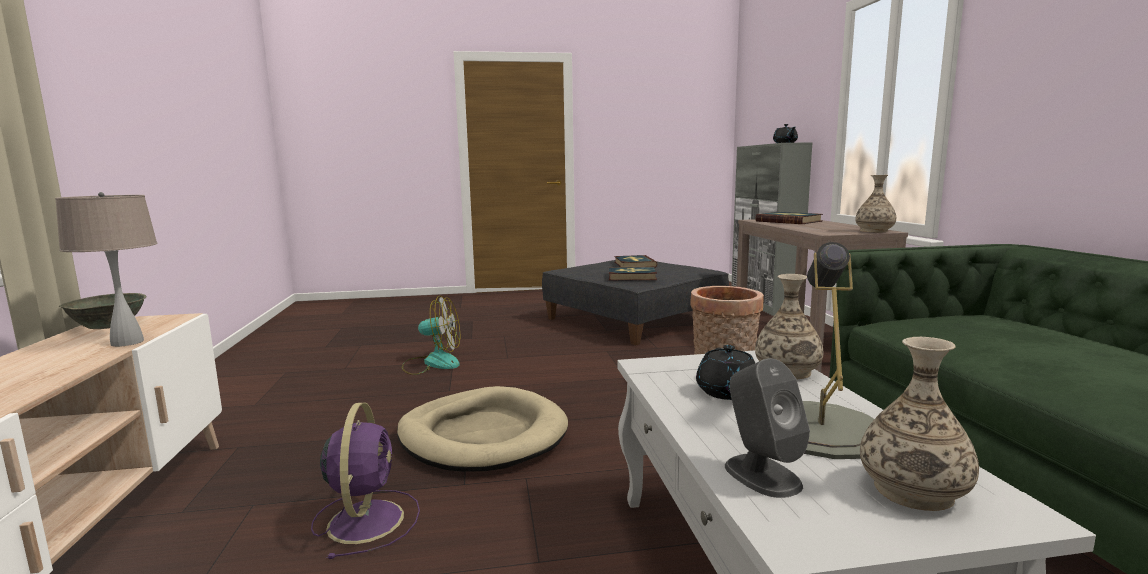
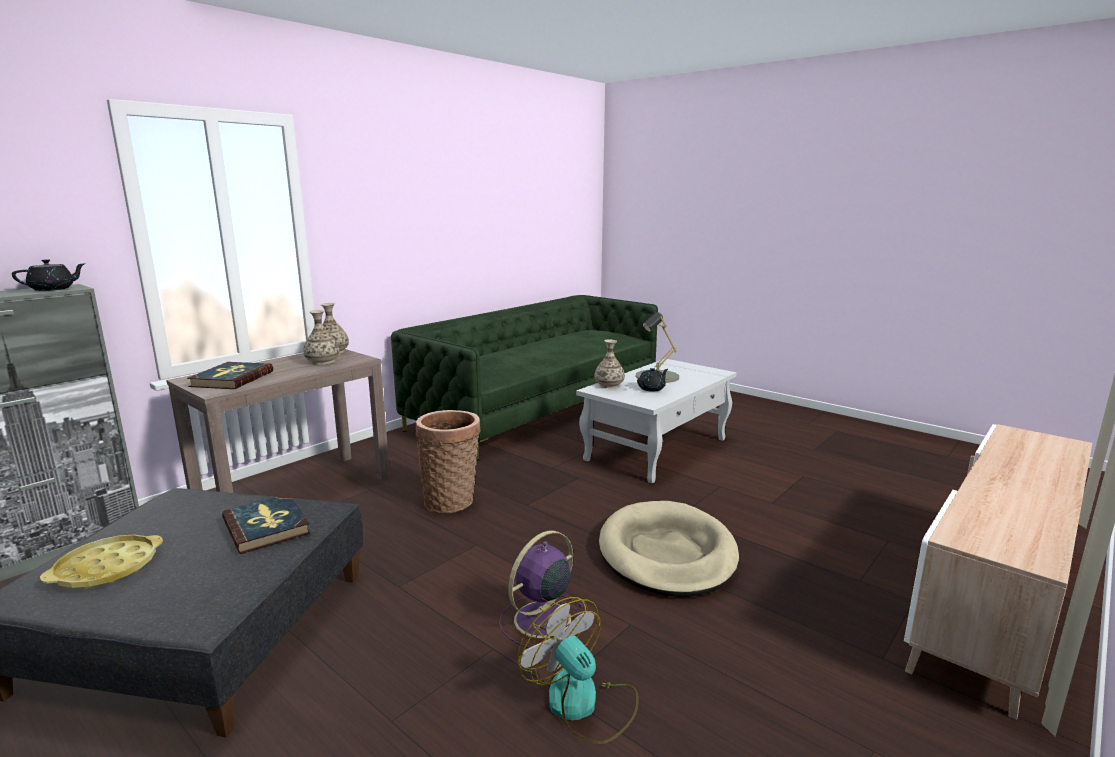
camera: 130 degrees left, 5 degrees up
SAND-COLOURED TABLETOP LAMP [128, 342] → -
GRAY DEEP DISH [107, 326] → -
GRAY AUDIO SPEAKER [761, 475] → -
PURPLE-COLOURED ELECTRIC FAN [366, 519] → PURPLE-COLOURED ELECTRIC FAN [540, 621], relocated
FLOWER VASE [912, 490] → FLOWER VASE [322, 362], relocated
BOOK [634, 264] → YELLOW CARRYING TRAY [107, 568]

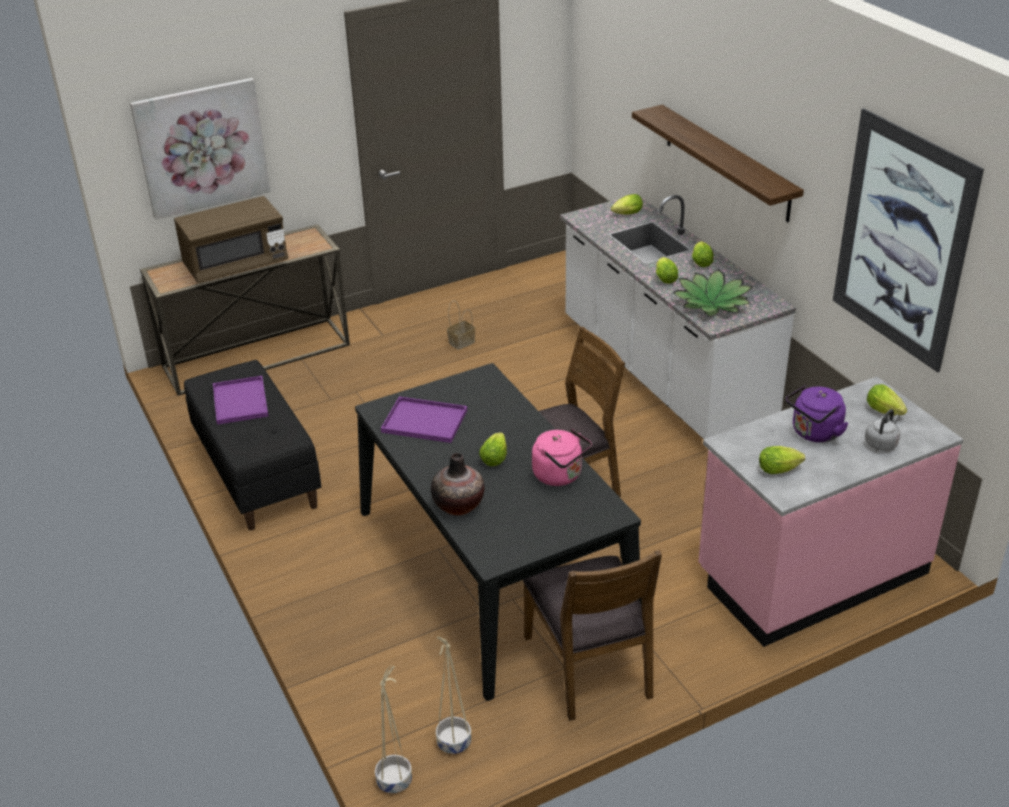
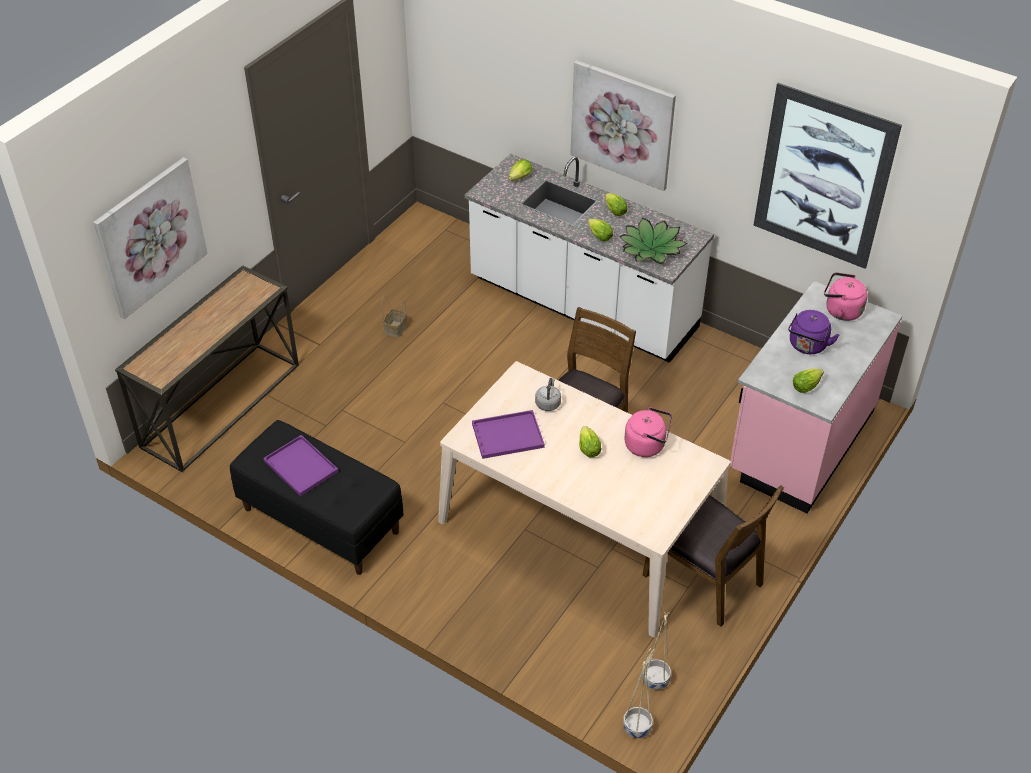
camera: 30 degrees left, 10 degrees up
BROWN-COLOURED MICROWAVE [236, 265] → -
FLOWER VASE [459, 505] → -
GRAY KETTLE [881, 443] → GRAY KETTLE [548, 403], relocated
WALL SHELF [726, 162] → WALL ART [622, 124]
HEAD OF LETTUCE [886, 412] → PINK-COLOURED KETTLE [840, 310]
BLACK DINING TABLE [493, 569] → SAND-COLOURED DINING TABLE [579, 530]

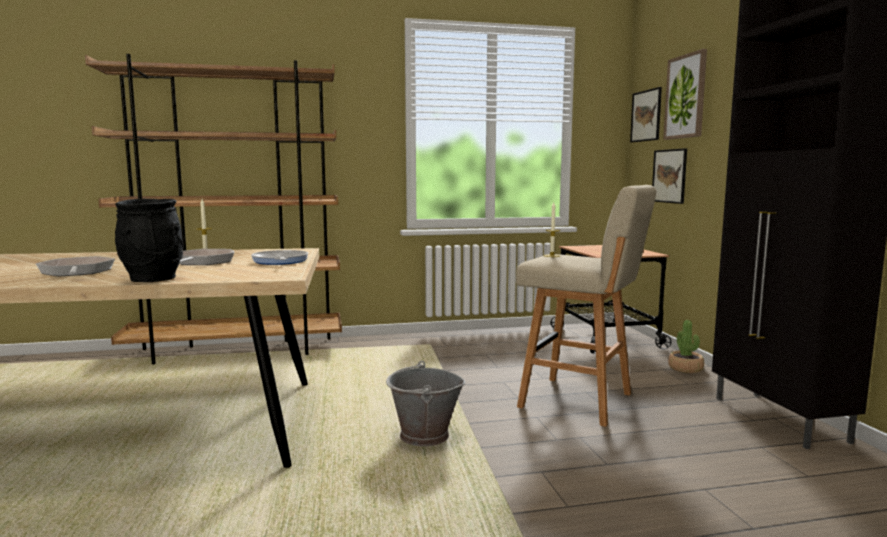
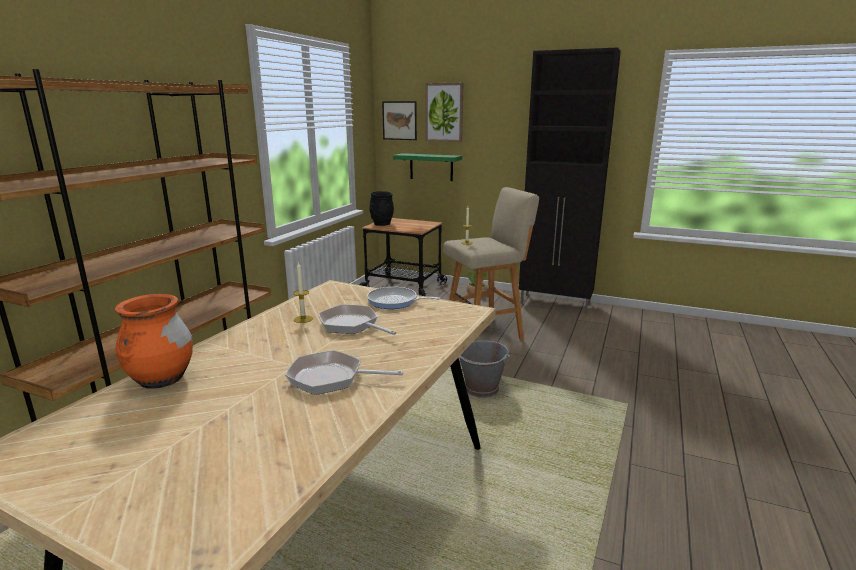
camera: 55 degrees left, 10 degrees up
- → ORANGE-COLOURED FLOWER VASE [162, 380]
BLACK FLOWER VASE [152, 279] → BLACK FLOWER VASE [381, 224], relocated
WALL ART [669, 176] → GREEN WALL SHELF [431, 167]

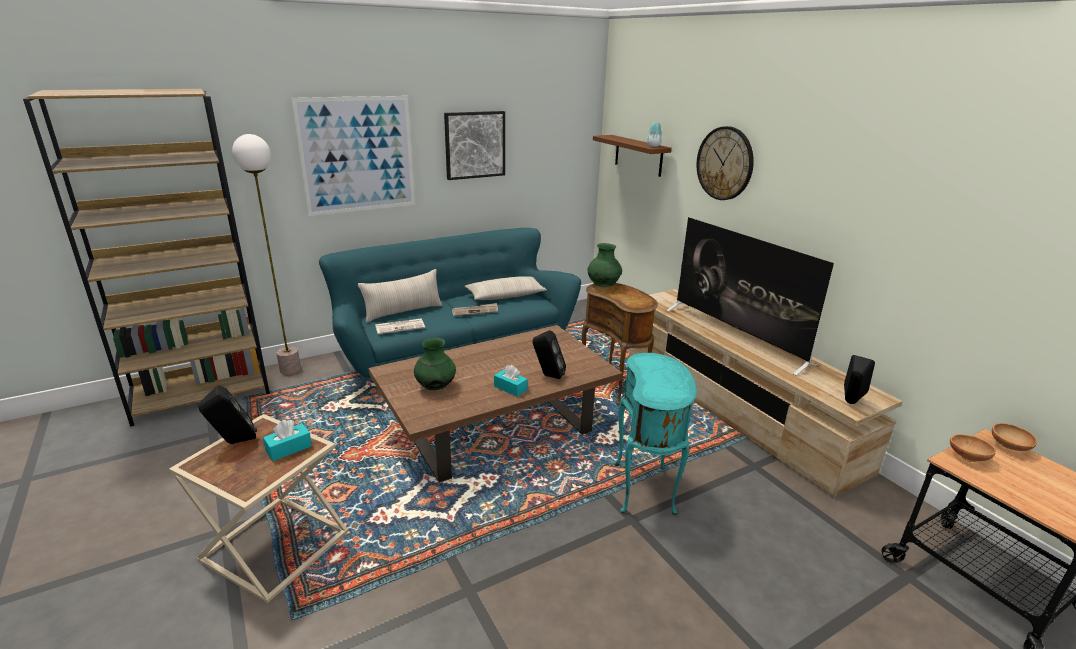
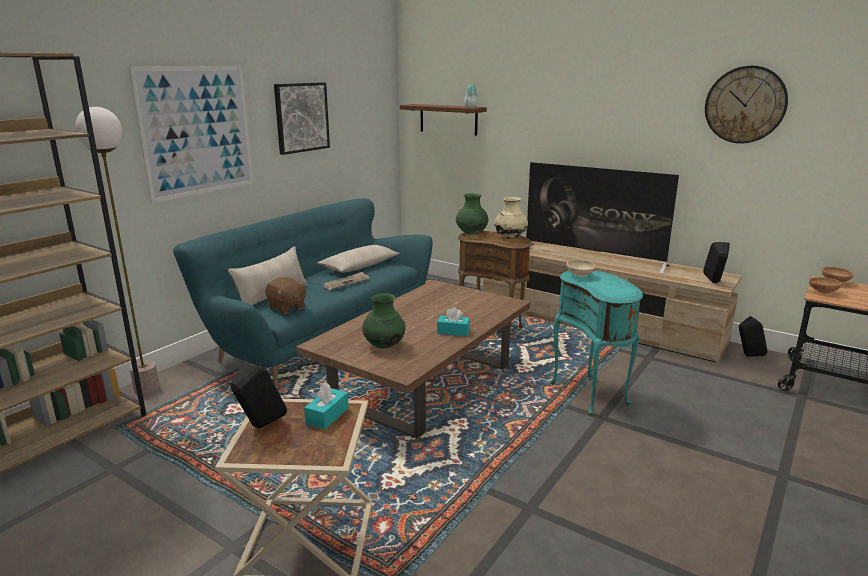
camera: 25 degrees left, 5 degrees down
- → SAND-COLOURED FLOWER VASE [510, 238]
- → SAND-COLOURED DEEP DISH [580, 276]
BLACK AUDIO SPEAKER [548, 376] → BLACK AUDIO SPEAKER [748, 356], relocated
CLOCK ON THE WALL [725, 163] → CLOCK ON THE WALL [745, 105], relocated
NEWSPAPER [400, 326] → BROWN-COLOURED CUDDLY TOY [287, 307]

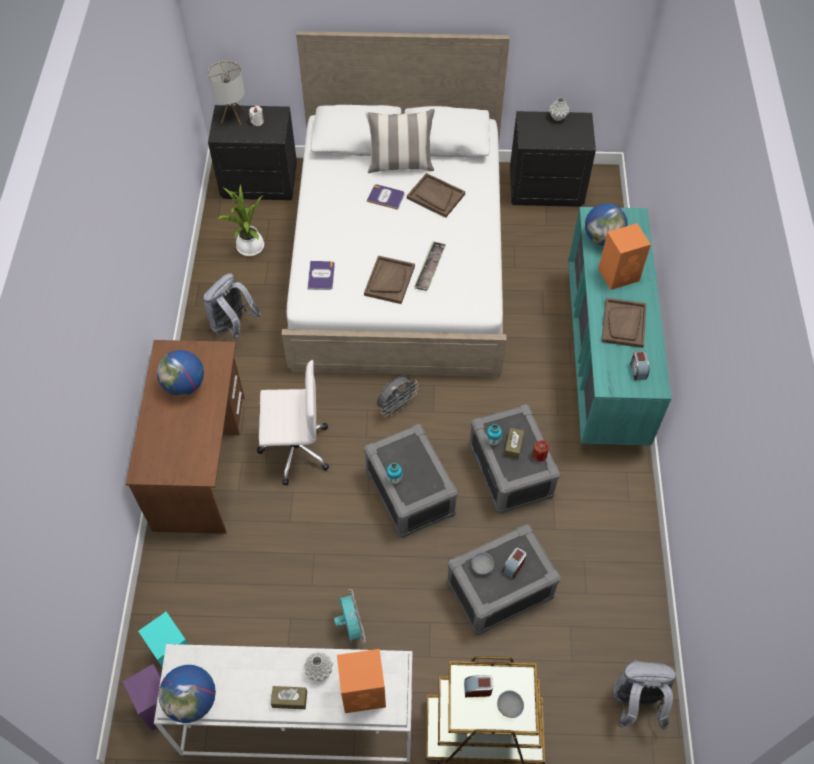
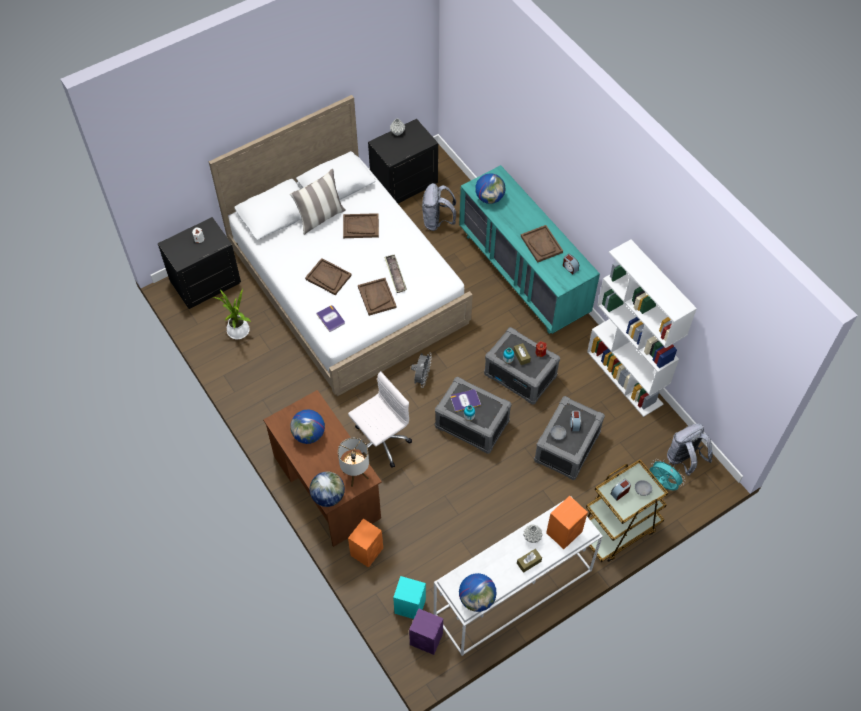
camera: 35 degrees left, 0 degrees up
- → BROWN-COLOURED CARRYING TRAY [328, 277]
- → WORLD GLOBE [328, 496]
- → WHITE-COLOURED SHELVING UNIT [625, 378]
GRAY BACKPACK [233, 326] → GRAY BACKPACK [437, 222], relocated
TABLETOP LAMP [233, 116] → TABLETOP LAMP [356, 475], relocated
TURQUOISE-COLOURED ELECTRIC FAN [351, 626] → TURQUOISE-COLOURED ELECTRIC FAN [662, 484], relocated
BOOK [386, 197] → BOOK [465, 400], relocated
ORANGE-COLOURED AUDIO SPEAKER [619, 274] → ORANGE-COLOURED AUDIO SPEAKER [367, 551], relocated

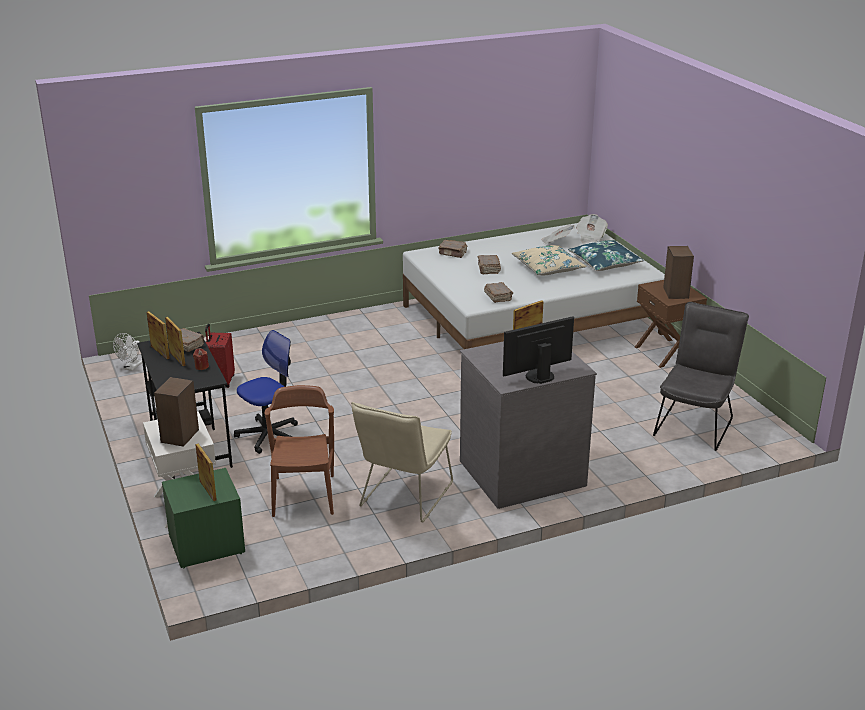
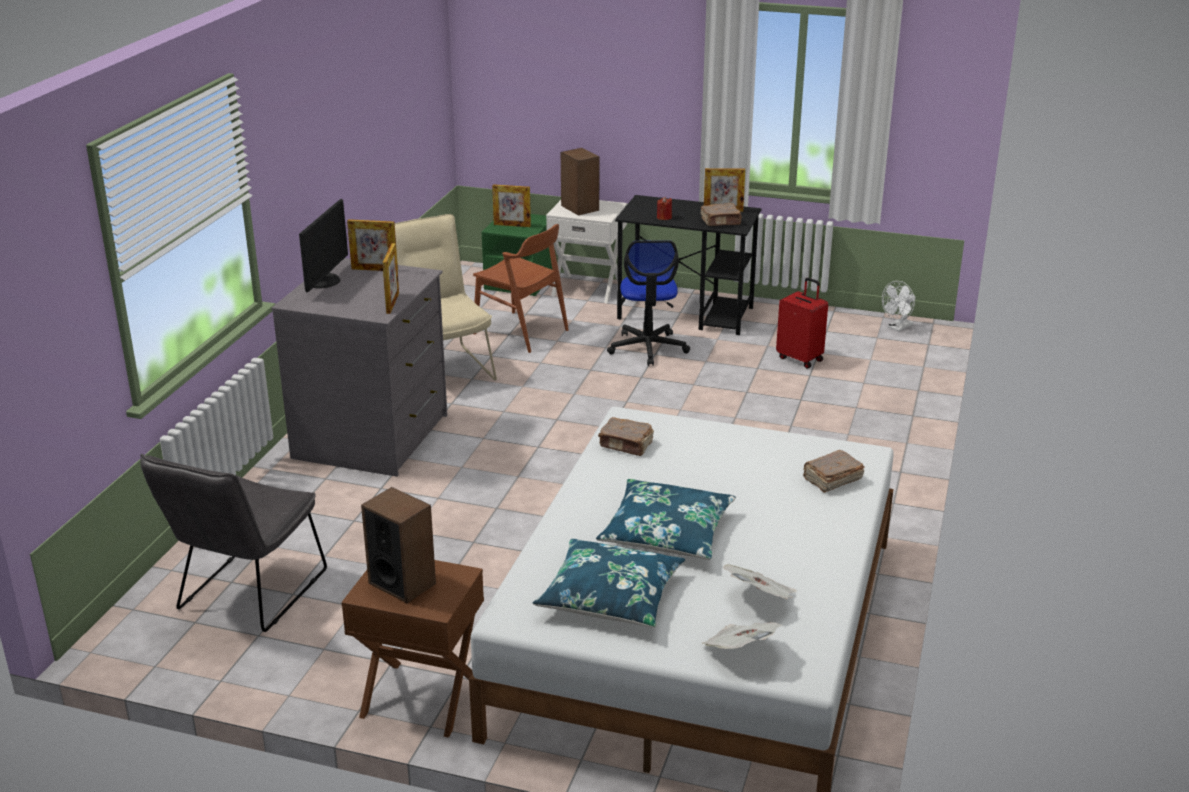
camera: 130 degrees right, 0 degrees up
BROWN-COLOURED BOOK [488, 269] → -
STANDING FRAME [177, 358] → STANDING FRAME [374, 269], relocated
SAND-COLOURED THROW PILLOW [548, 268] → BLUISH THROW PILLOW [666, 532]
WHITE-COLOURED ELECTRIC FAN [131, 367] → WHITE-COLOURED ELECTRIC FAN [898, 327], 105 degrees counterclockwise
GRAY UPRIGHT CHAIR [695, 424] → GRAY UPRIGHT CHAIR [246, 595], 45 degrees clockwise

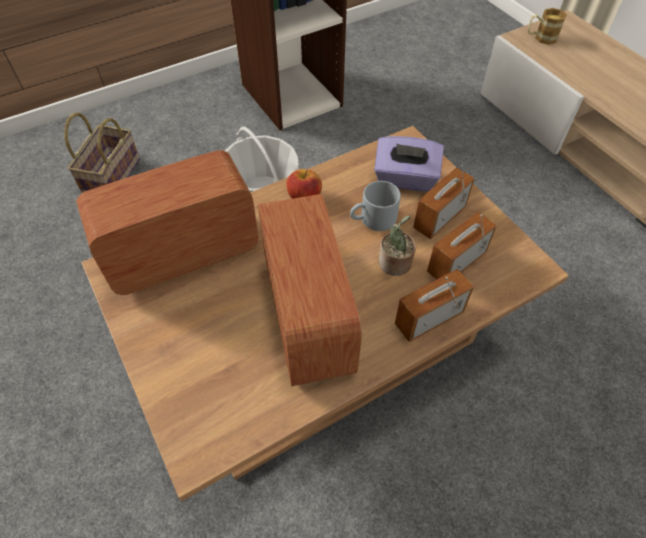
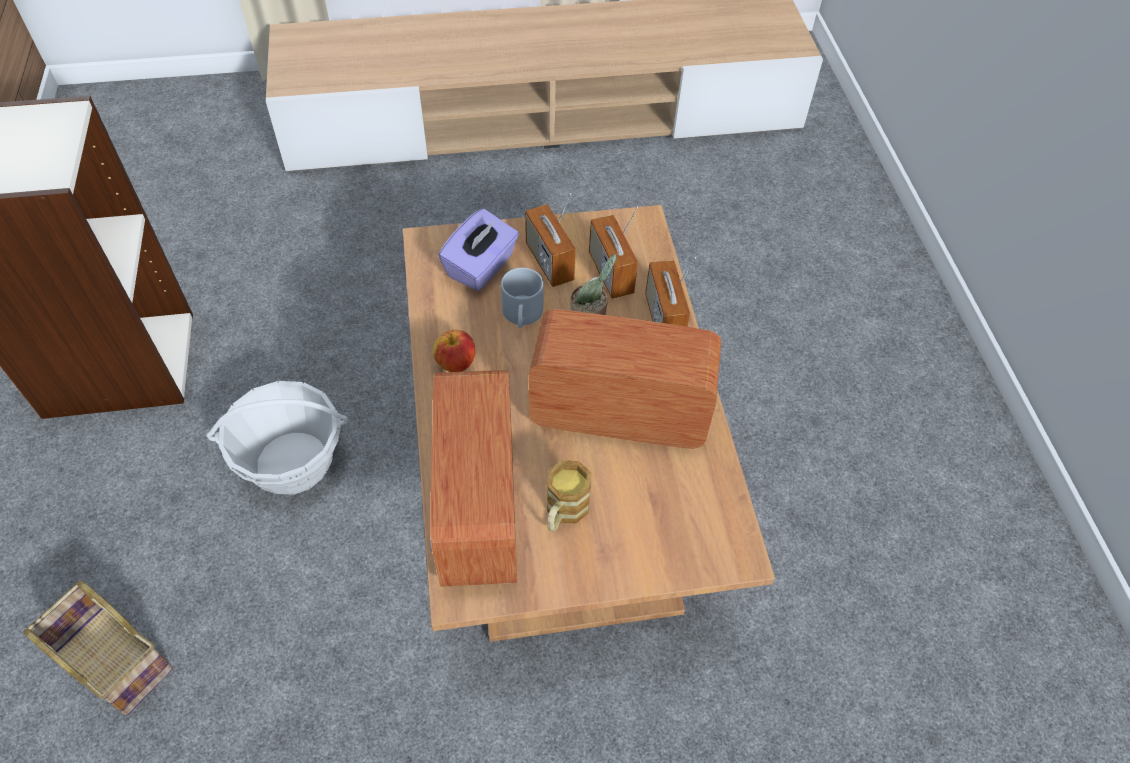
camera: 70 degrees left, 0 degrees up
MUG [541, 38] → MUG [563, 512], relocated

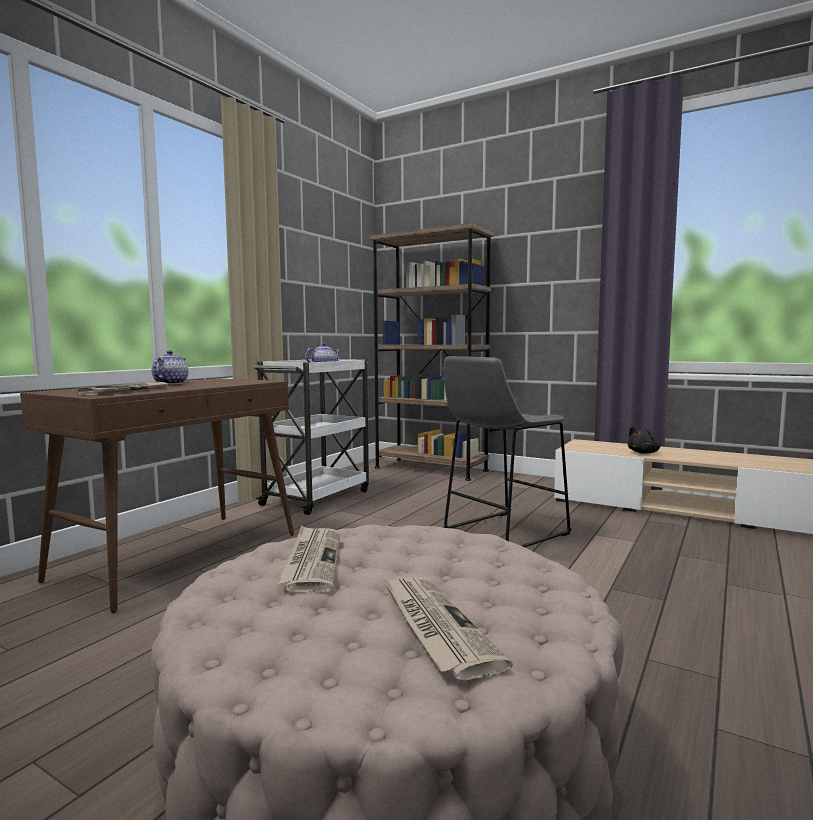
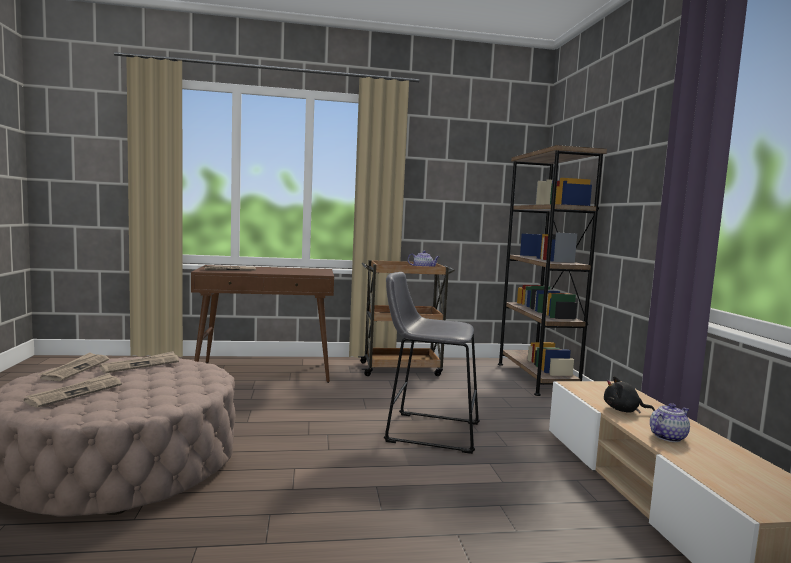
camera: 50 degrees right, 0 degrees up
- → NEWSPAPER [75, 369]
TEA POT [171, 383] → TEA POT [668, 437], relocated
WHITE-COLOURED WHEELED CART [317, 497] → BROWN-COLOURED WHEELED CART [402, 369]

